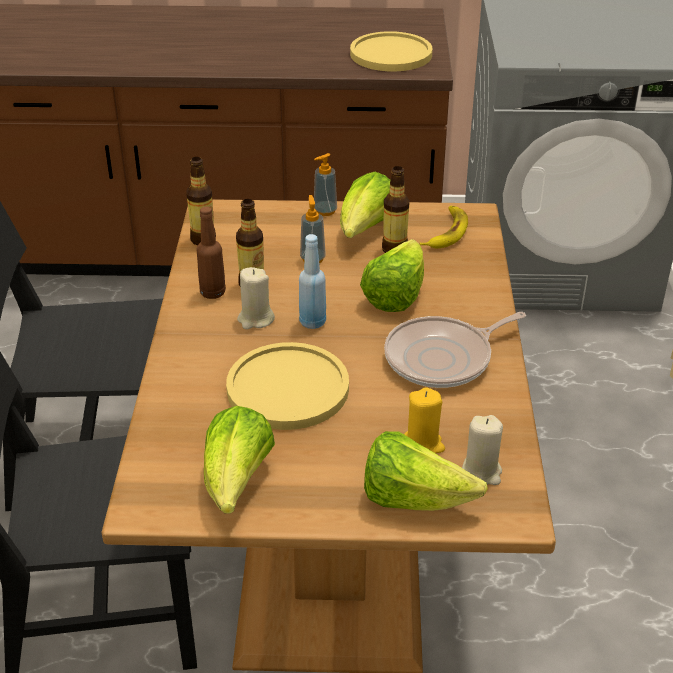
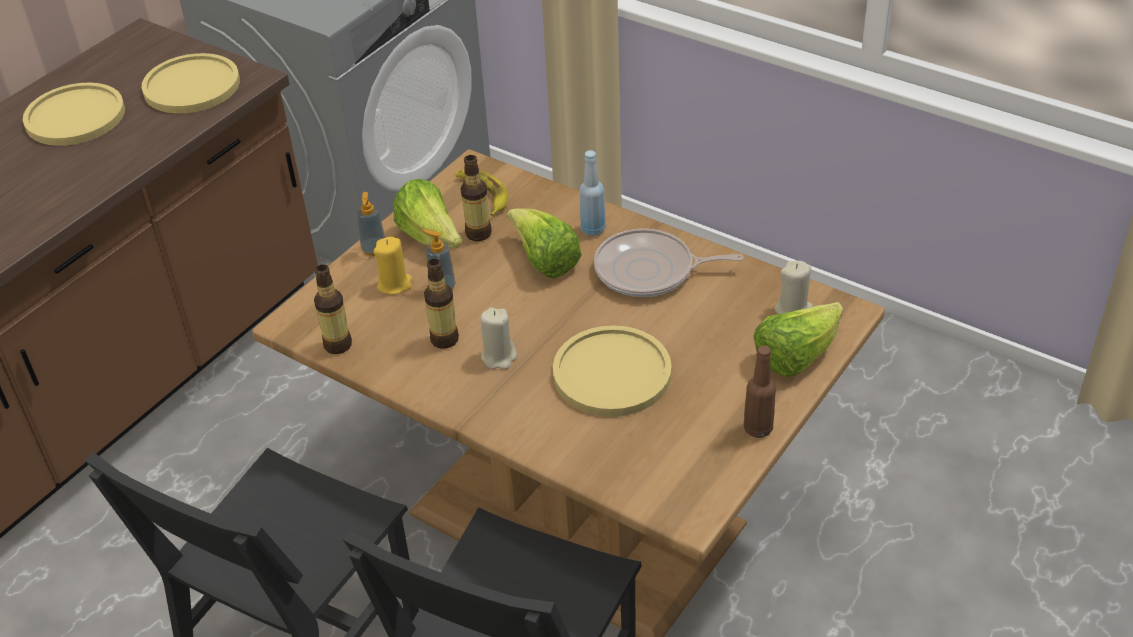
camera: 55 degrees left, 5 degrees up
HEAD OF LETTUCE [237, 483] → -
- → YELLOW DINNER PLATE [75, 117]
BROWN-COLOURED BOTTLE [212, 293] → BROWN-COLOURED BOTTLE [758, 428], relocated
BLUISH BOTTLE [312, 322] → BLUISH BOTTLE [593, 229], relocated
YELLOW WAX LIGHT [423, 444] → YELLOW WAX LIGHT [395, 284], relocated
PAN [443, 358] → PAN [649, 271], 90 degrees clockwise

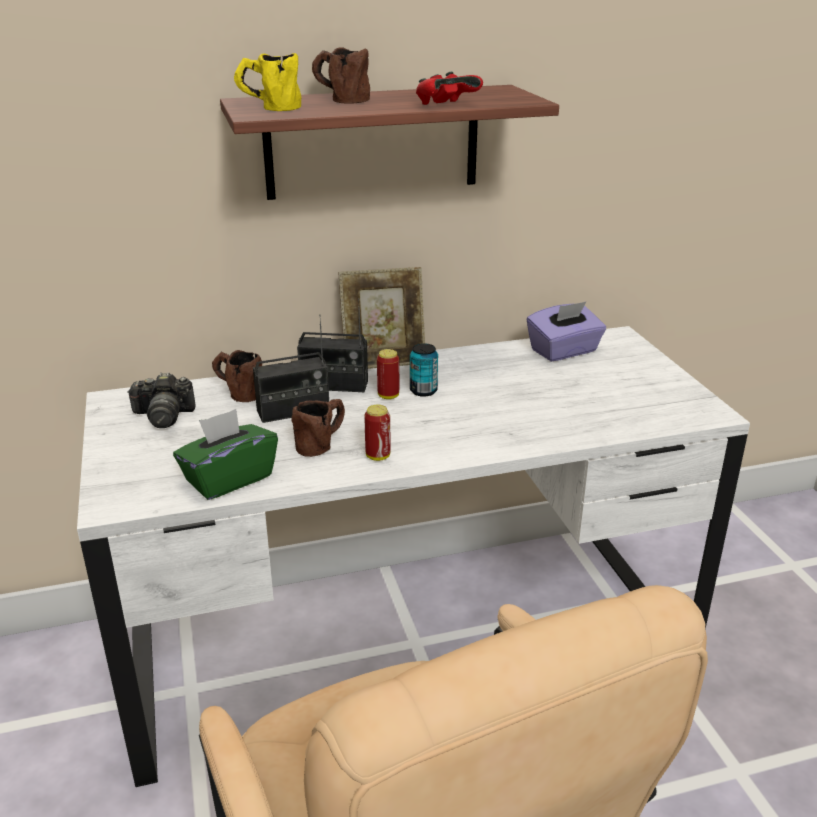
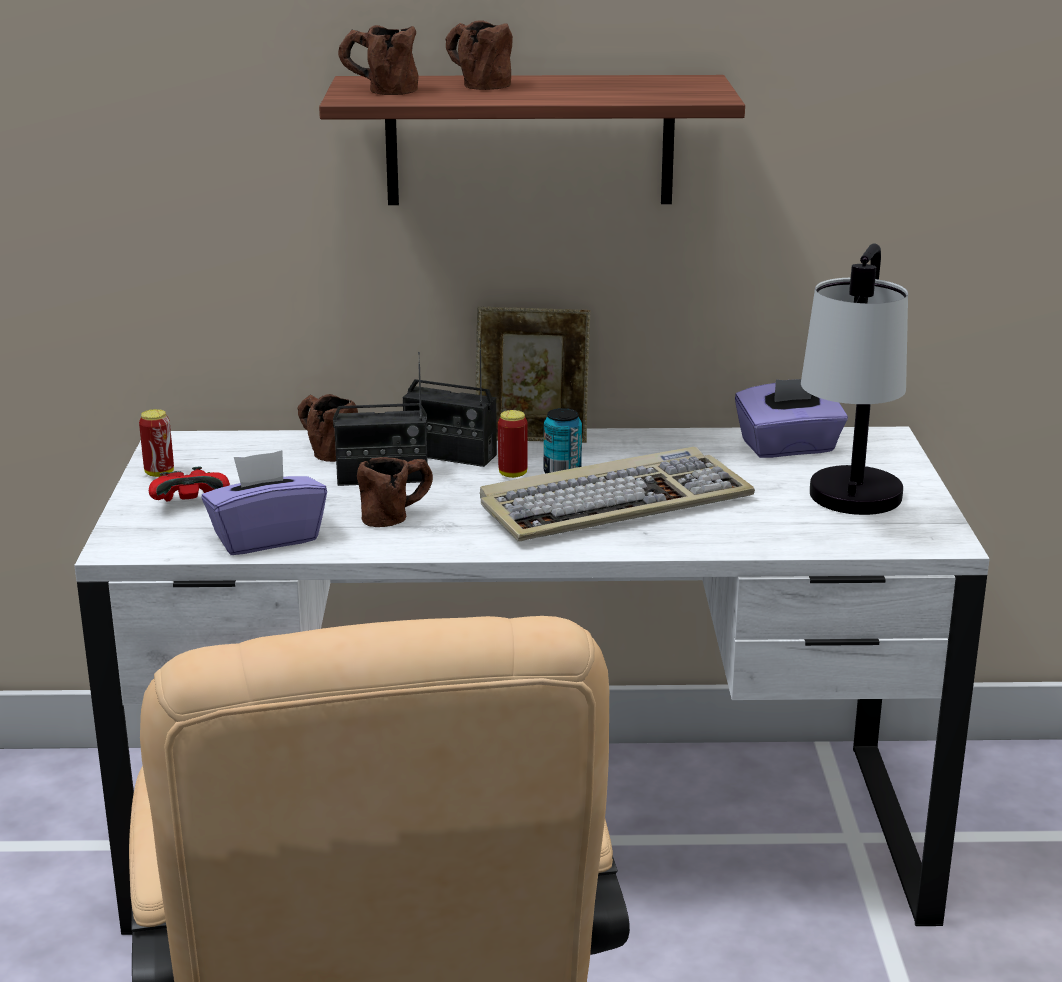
camera: 15 degrees right, 5 degrees down
PHOTO CAMERA [164, 416] → -
- → KEYBOARD [615, 503]
- → TABLETOP LAMP [850, 514]
SEALED CAN [378, 456] → SEALED CAN [159, 473], relocated
RED-COLOURED GAMEPAD [446, 105] → RED-COLOURED GAMEPAD [190, 504], relocated
GREEN BOX OF TISSUES [229, 479] → PURPLE-COLOURED BOX OF TISSUES [266, 538]
YELLOW MUG [269, 107] → BROWN-COLOURED MUG [378, 90]

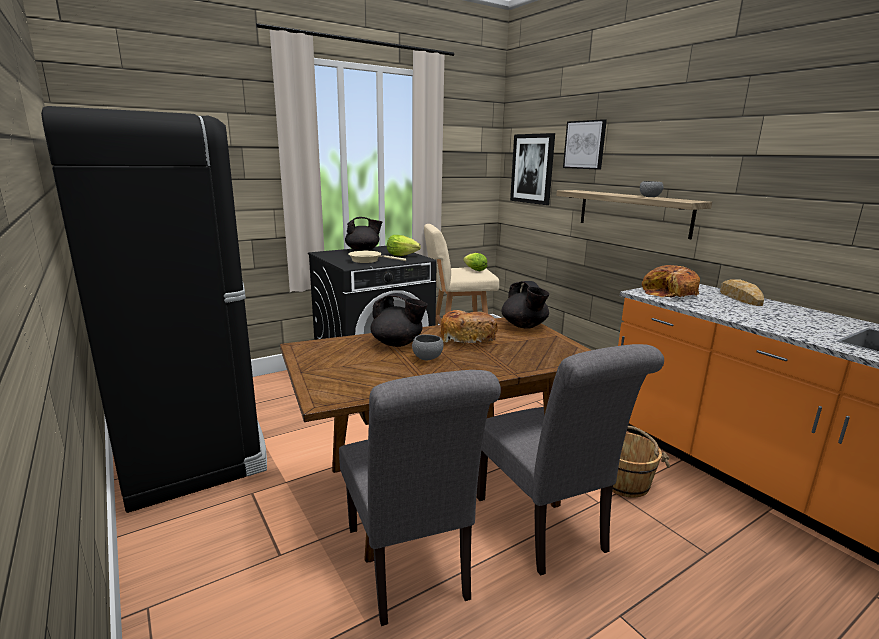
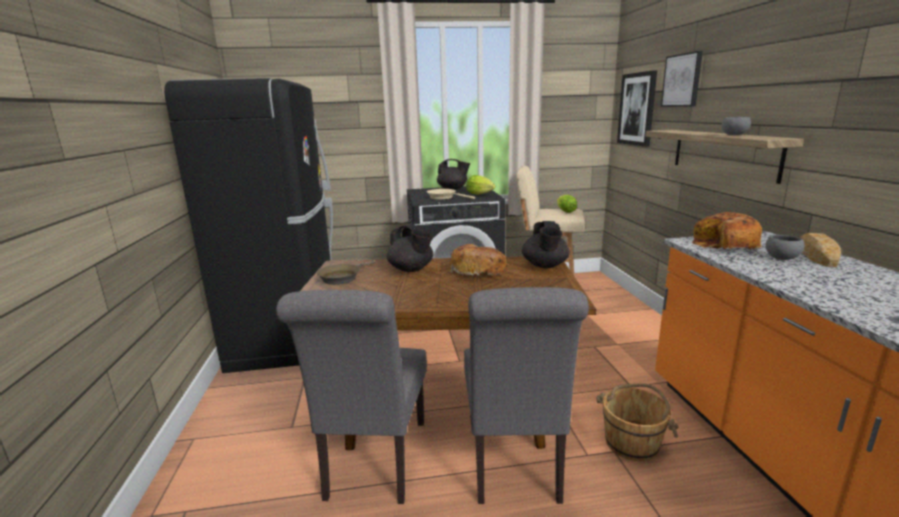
camera: 25 degrees right, 0 degrees up
- → BROWN-COLOURED PAN [342, 277]
GRAY DEEP DISH [427, 358] → GRAY DEEP DISH [782, 258], relocated

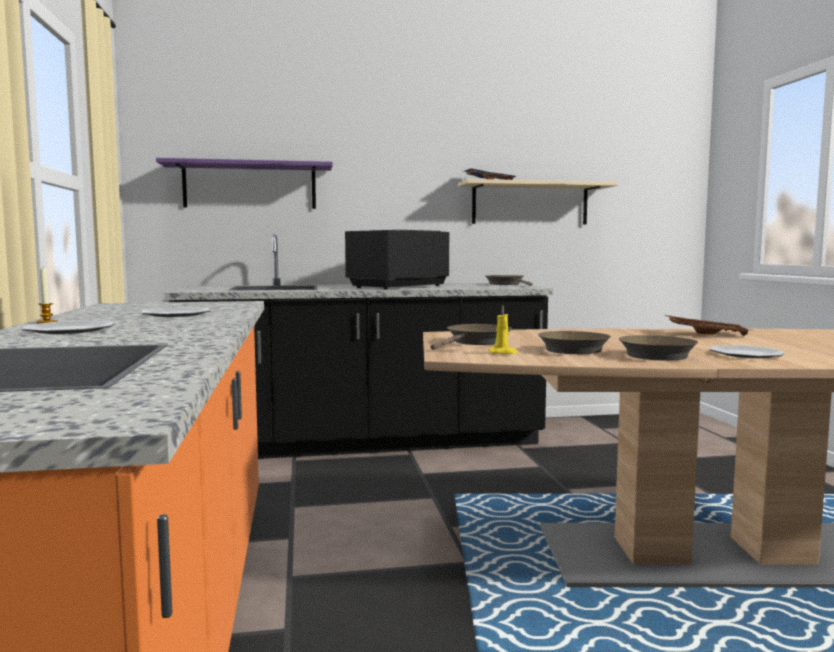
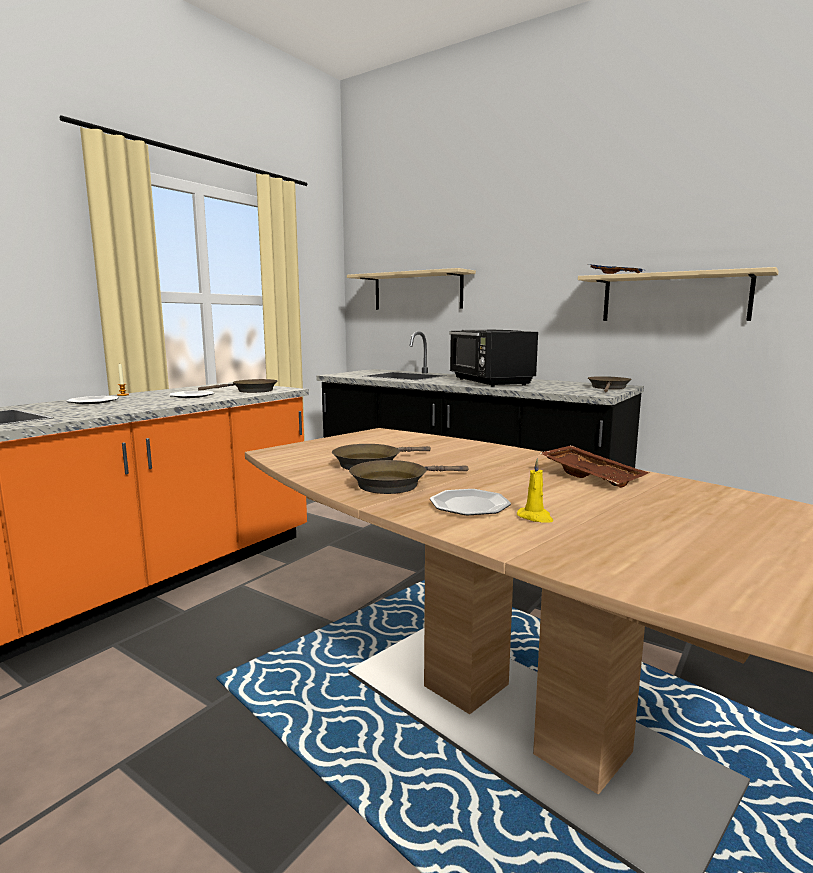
camera: 45 degrees right, 5 degrees up
BROWN-COLOURED PAN [476, 342] → BROWN-COLOURED PAN [251, 391], relocated
YELLOW WAX LIGHT [503, 353] → YELLOW WAX LIGHT [535, 517], relocated
PURPLE-COLOURED WALL SHELF [250, 186] → SAND-COLOURED WALL SHELF [417, 291]
BLACK MICROWAVE [396, 286] → BLACK MICROWAVE [490, 382], 105 degrees counterclockwise

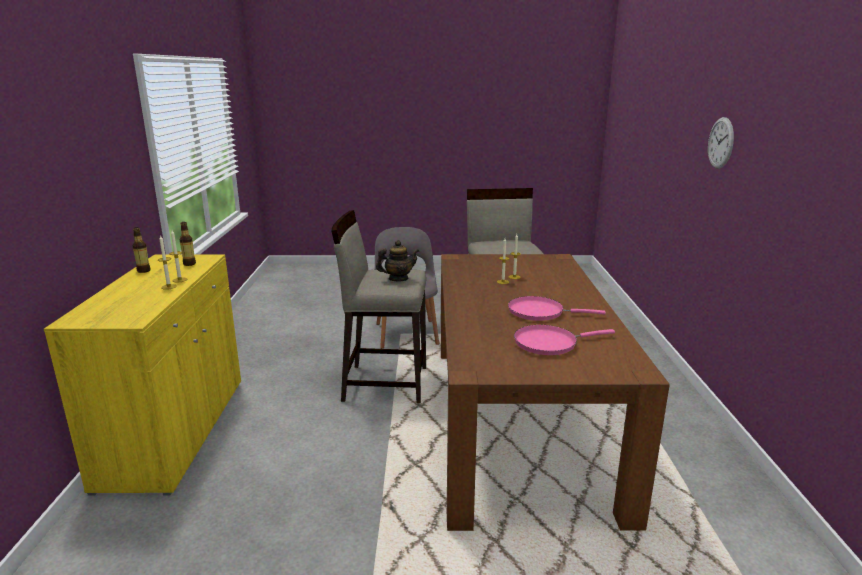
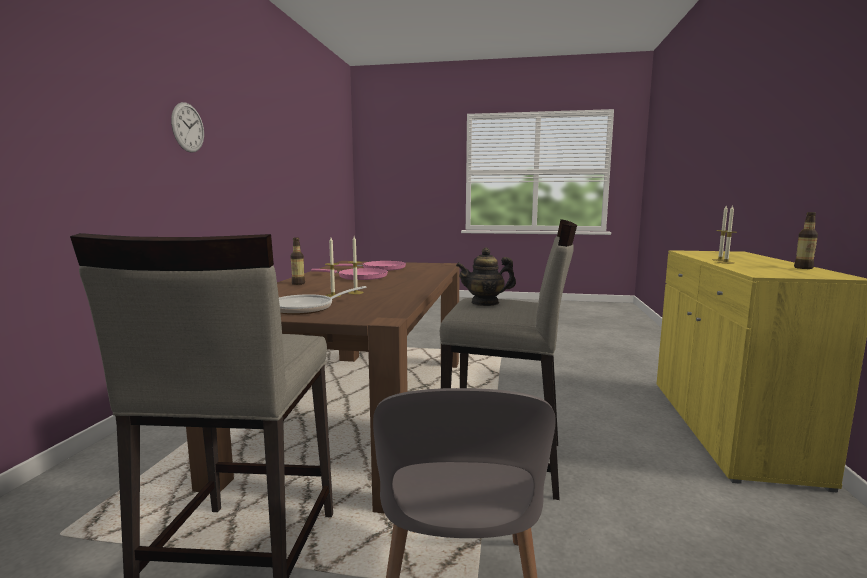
camera: 170 degrees left, 10 degrees down
- → PAN [307, 308]
BOTTLE [189, 264] → BOTTLE [298, 283], relocated
CLOCK ON THE WALL [720, 143] → CLOCK ON THE WALL [188, 127], relocated

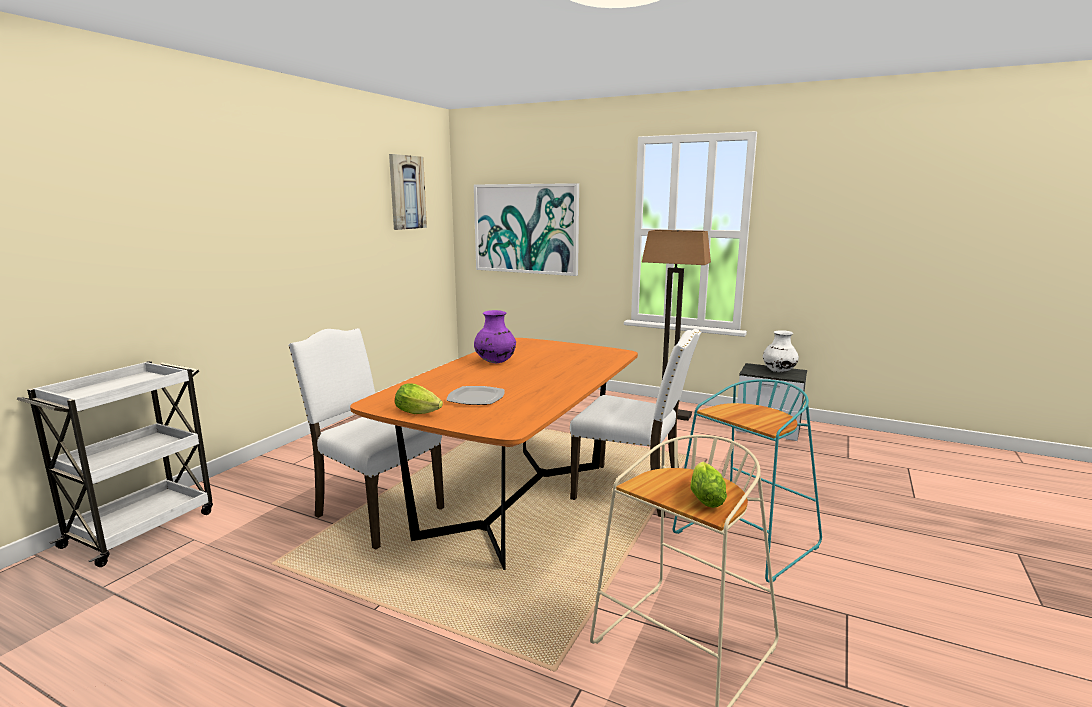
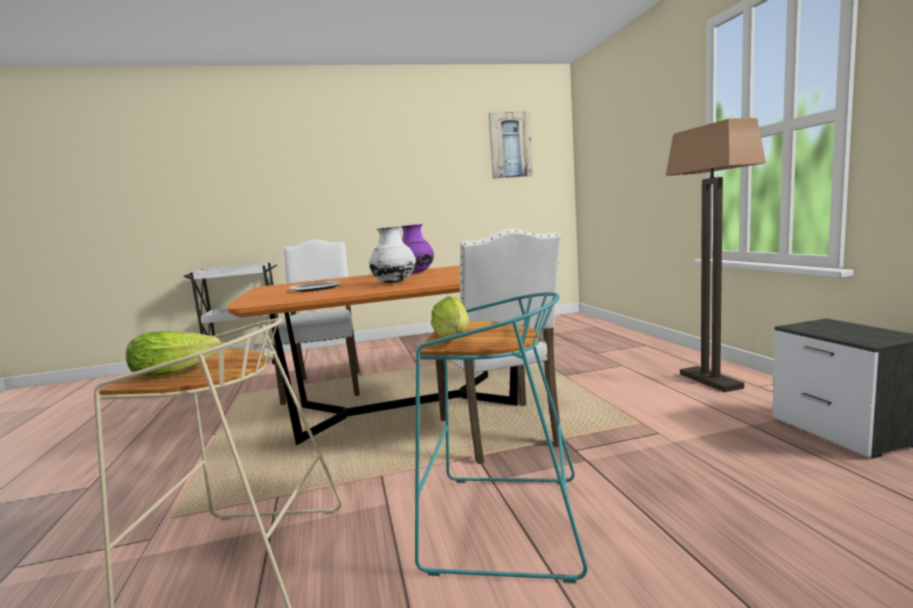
camera: 50 degrees right, 5 degrees down
WALL ART [526, 228] → -
HEAD OF LETTUCE [420, 412] → HEAD OF LETTUCE [453, 338], relocated
WHITE-COLOURED FLOWER VASE [778, 371] → WHITE-COLOURED FLOWER VASE [394, 283], relocated

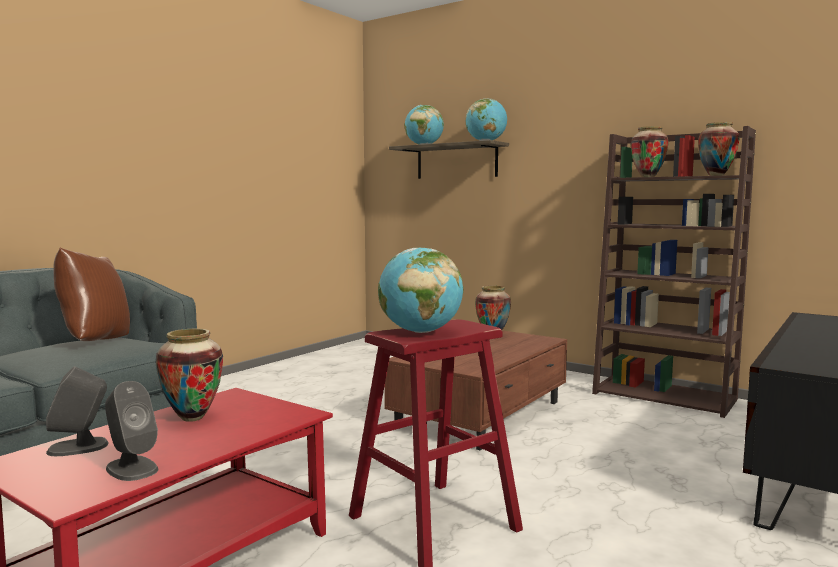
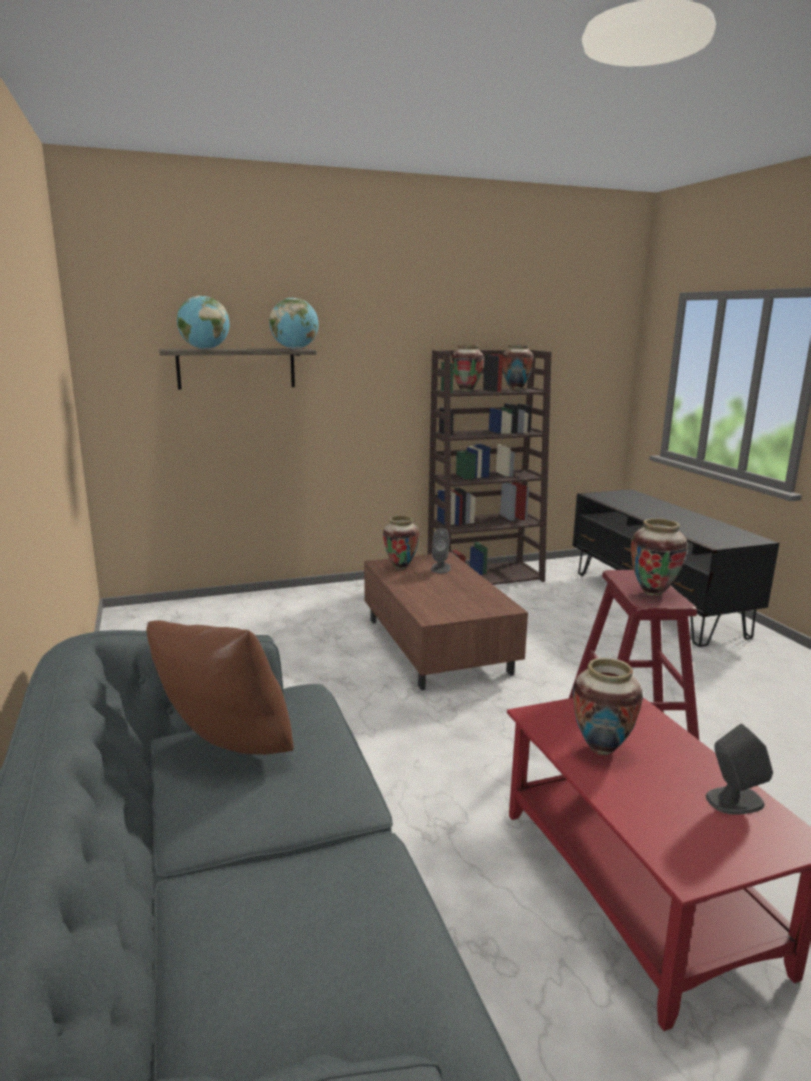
camera: 55 degrees left, 10 degrees up
GRAY AUDIO SPEAKER [79, 447] → GRAY AUDIO SPEAKER [440, 568], relocated
WORLD GLOBE [420, 332] → FLOWER VASE [652, 592]

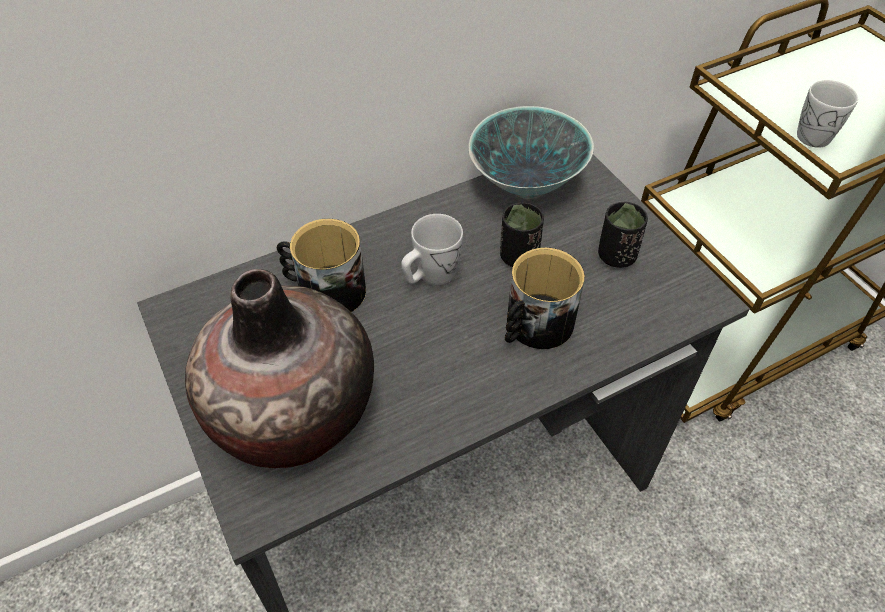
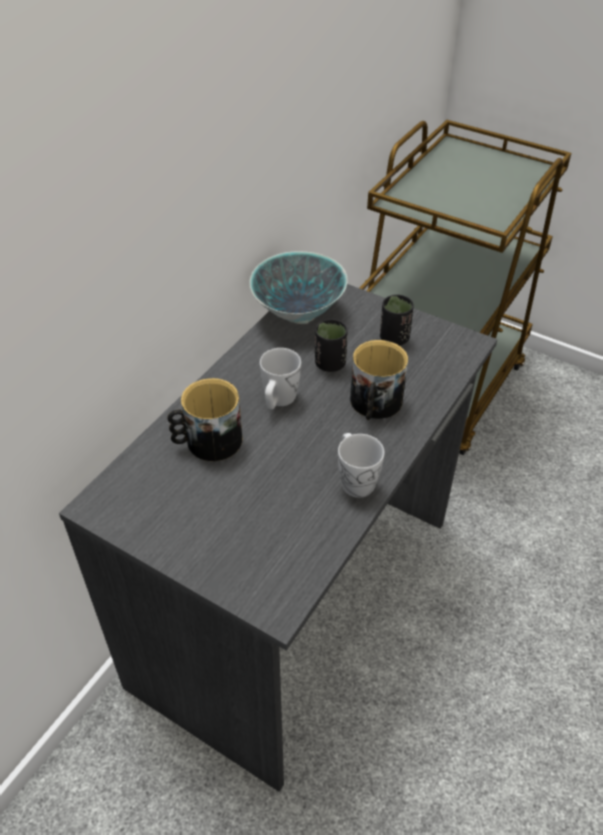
camera: 30 degrees left, 5 degrees down
FLOWER VASE [292, 412] → -
WHITE-COLOURED MUG [812, 132] → WHITE-COLOURED MUG [355, 479], relocated

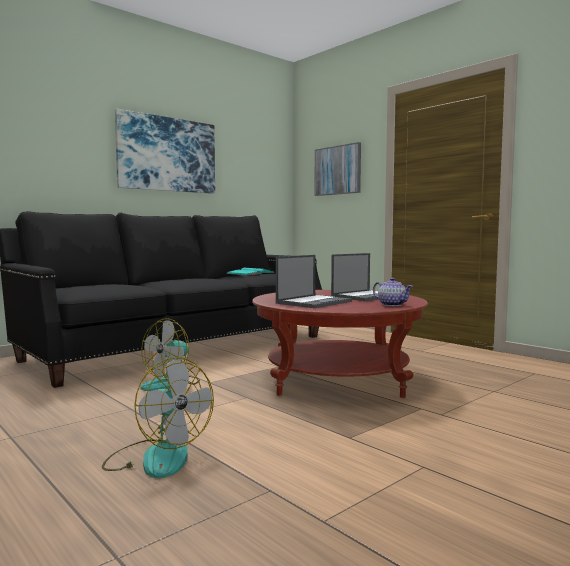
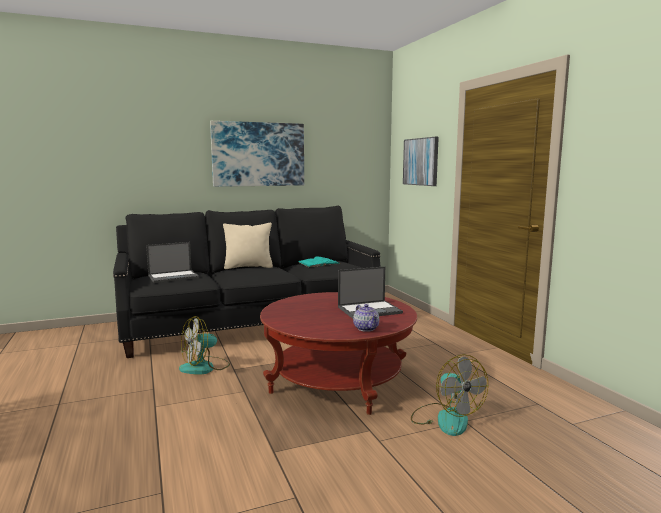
camera: 20 degrees right, 5 degrees up
- → SAND-COLOURED THROW PILLOW [248, 267]
ELECTRIC FAN [157, 457] → ELECTRIC FAN [445, 418], relocated
LAPTOP [314, 302] → LAPTOP [174, 277], relocated

